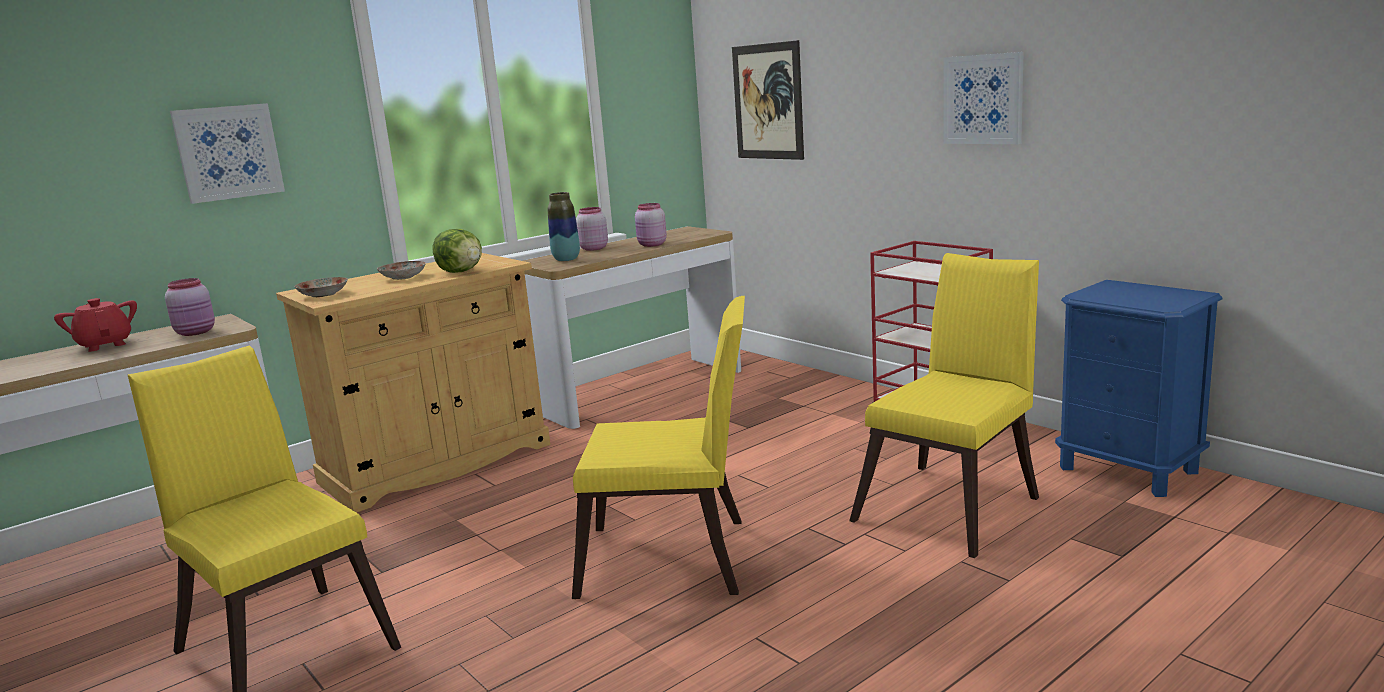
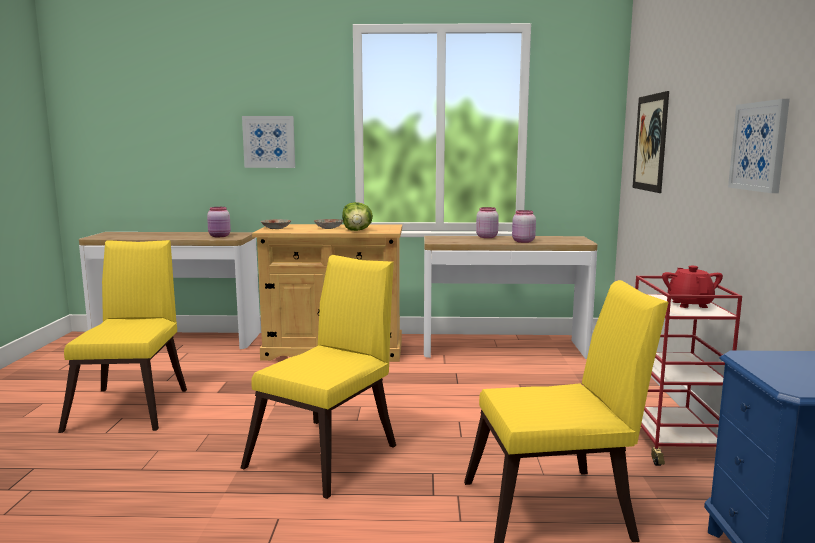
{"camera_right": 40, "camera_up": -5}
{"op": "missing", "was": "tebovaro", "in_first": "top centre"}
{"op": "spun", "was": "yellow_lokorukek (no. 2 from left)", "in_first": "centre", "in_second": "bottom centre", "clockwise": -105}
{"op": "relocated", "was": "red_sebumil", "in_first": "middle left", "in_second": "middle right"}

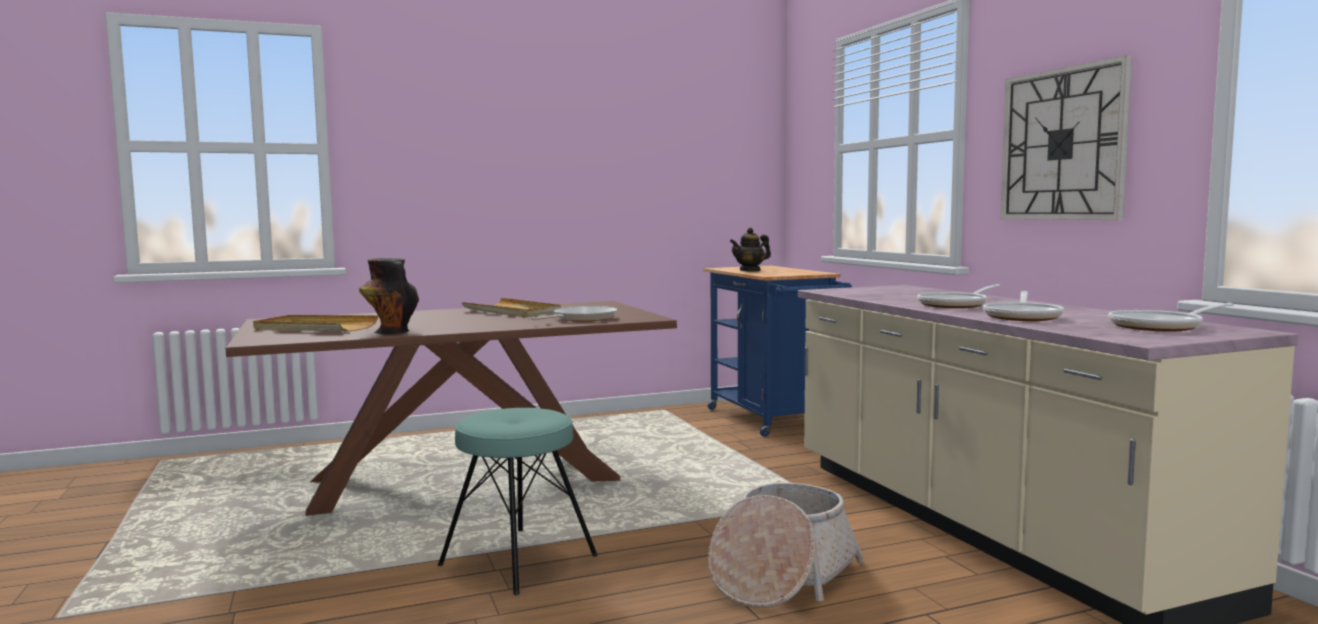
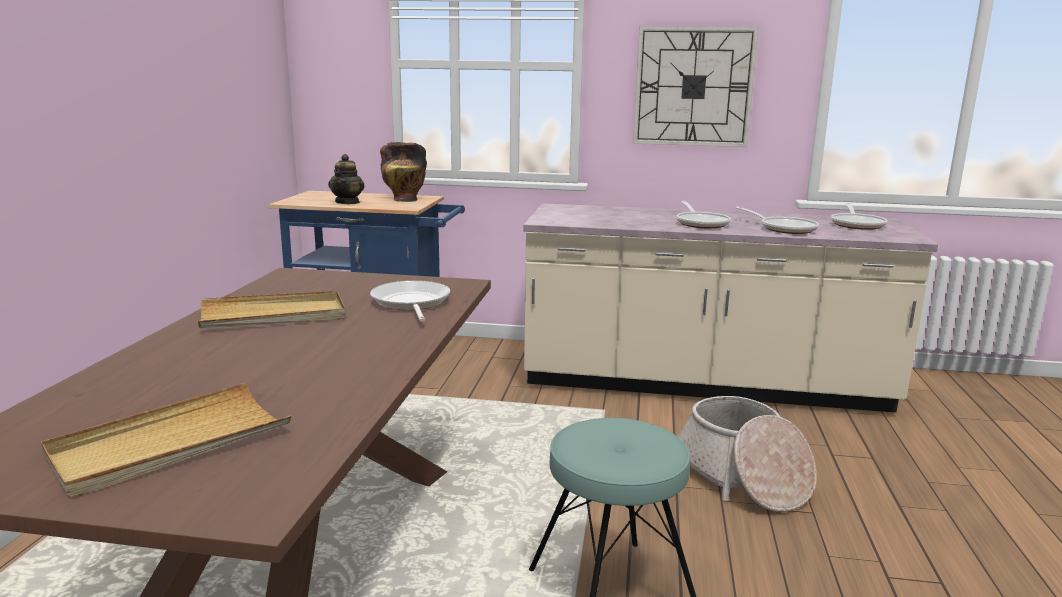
{"camera_right": -60, "camera_up": 10}
{"op": "relocated", "was": "tebovaro", "in_first": "middle left", "in_second": "top centre"}

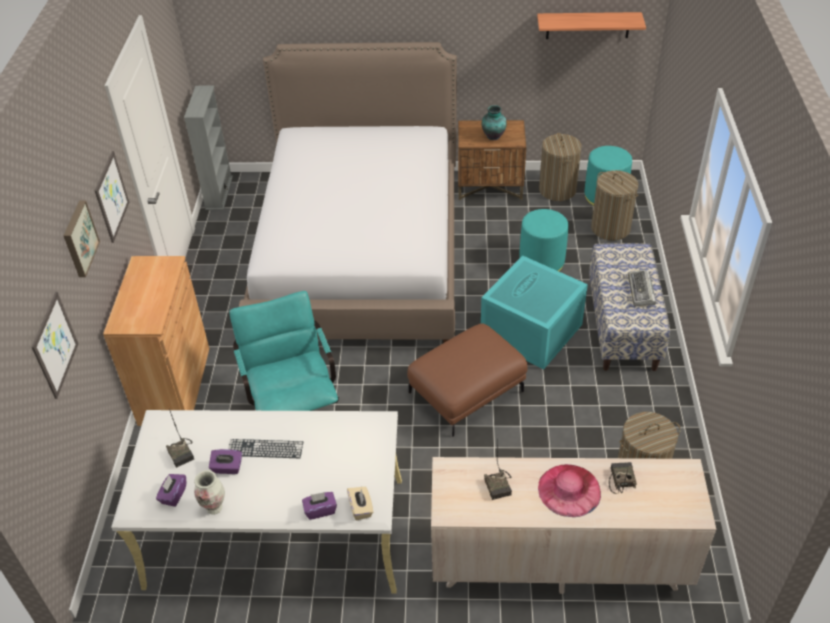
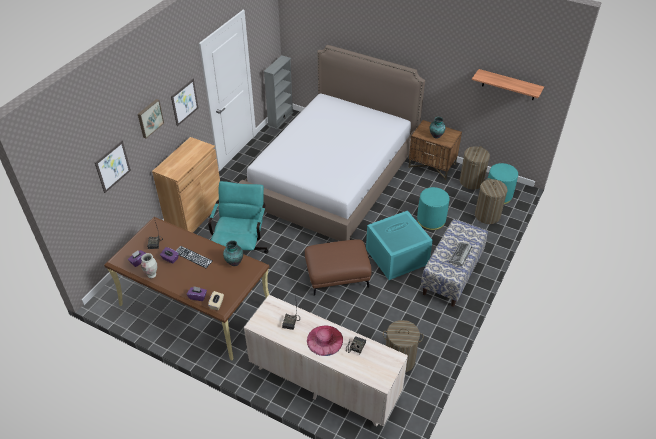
{"camera_right": 25, "camera_up": 0}
{"op": "colour", "was": "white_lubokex", "now": "brown_lubokex", "in_first": "bottom left", "in_second": "middle left"}
{"op": "appeared", "now": "tebovaro (no. 2 from left)", "in_second": "centre"}

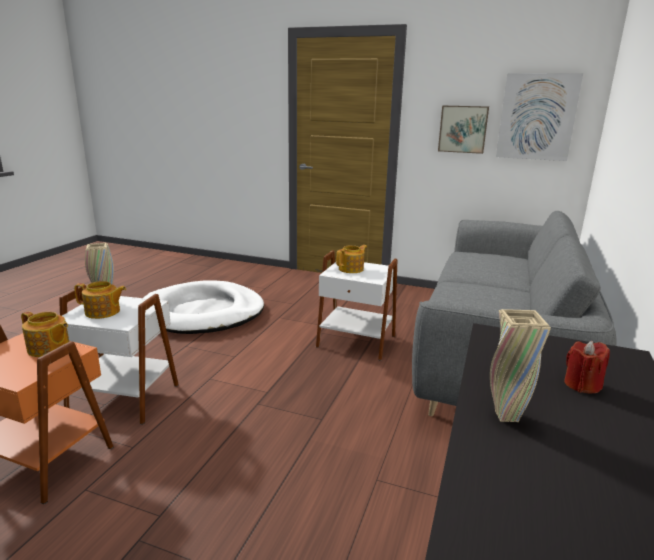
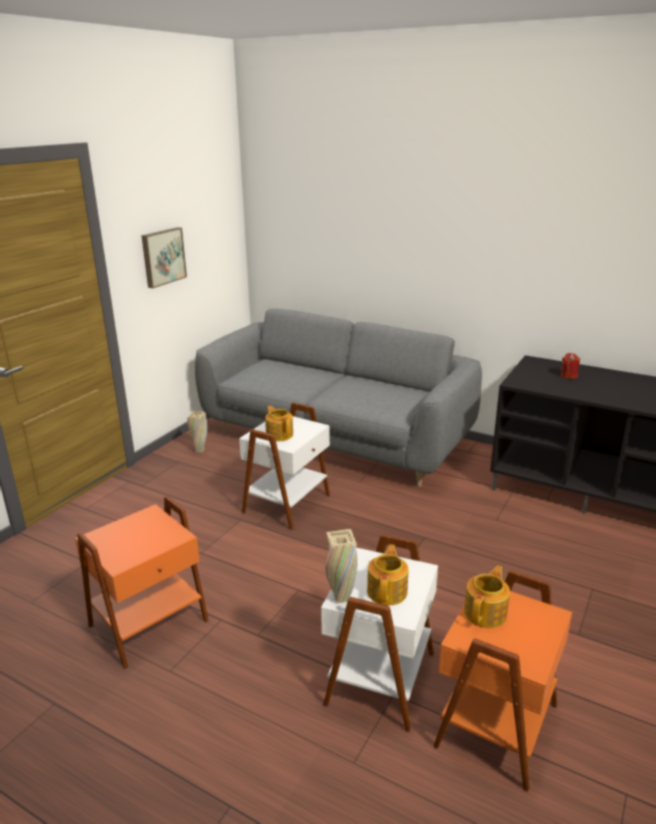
{"camera_right": -80, "camera_up": 5}
{"op": "missing", "was": "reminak (no. 2 from left)", "in_first": "top right"}
{"op": "exchanged", "was": "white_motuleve", "now": "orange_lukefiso (no. 1 from left)", "in_first": "middle left", "in_second": "bottom left"}
{"op": "relocated", "was": "beige_tebovaro (no. 2 from left in the first image)", "now": "beige_tebovaro (no. 1 from left)", "in_first": "middle right", "in_second": "middle left"}

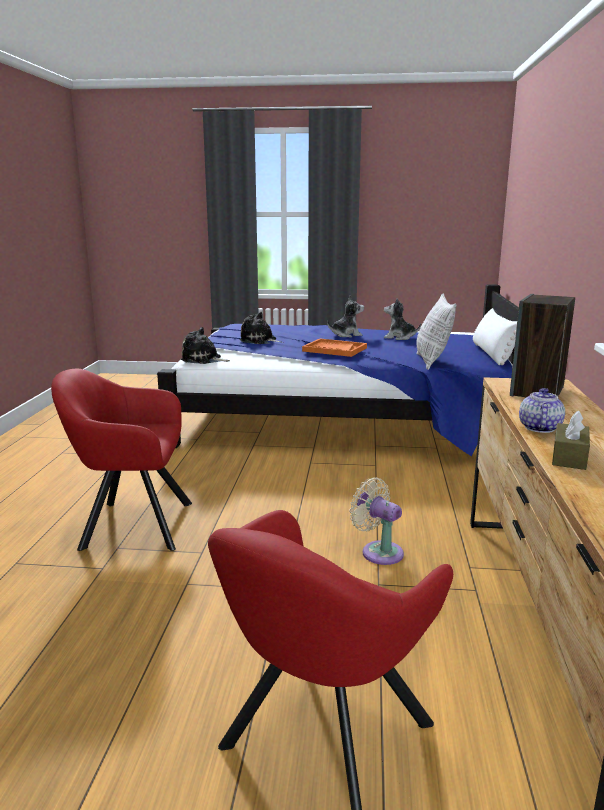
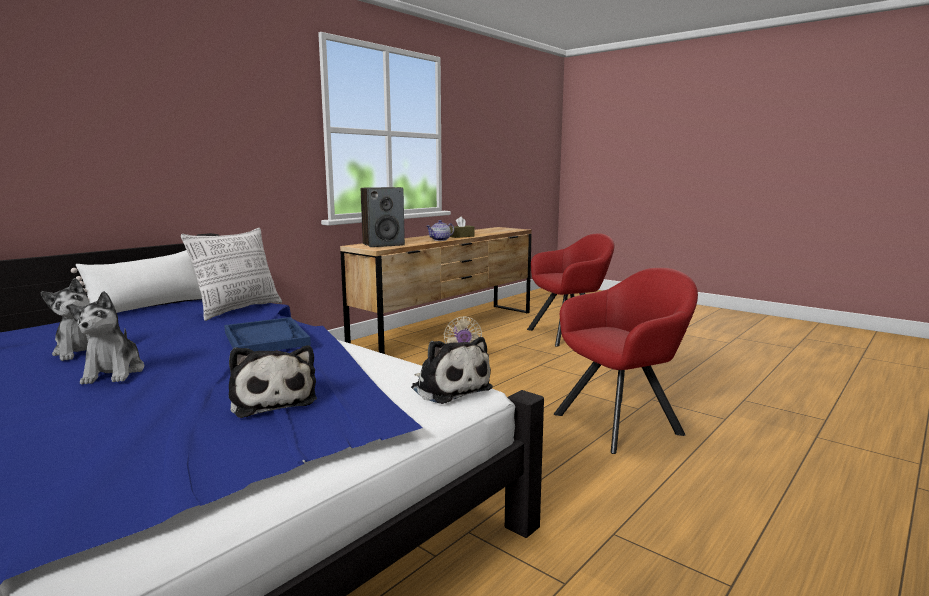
{"camera_right": -145, "camera_up": -5}
{"op": "spun", "was": "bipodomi (no. 3 from left in the first image)", "in_first": "centre", "in_second": "middle left", "clockwise": -120}
{"op": "colour", "was": "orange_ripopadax", "now": "blue_ripopadax", "in_first": "centre", "in_second": "middle left"}
{"op": "spun", "was": "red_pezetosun (no. 1 from left in the first image)", "in_first": "middle left", "in_second": "middle right", "clockwise": -60}

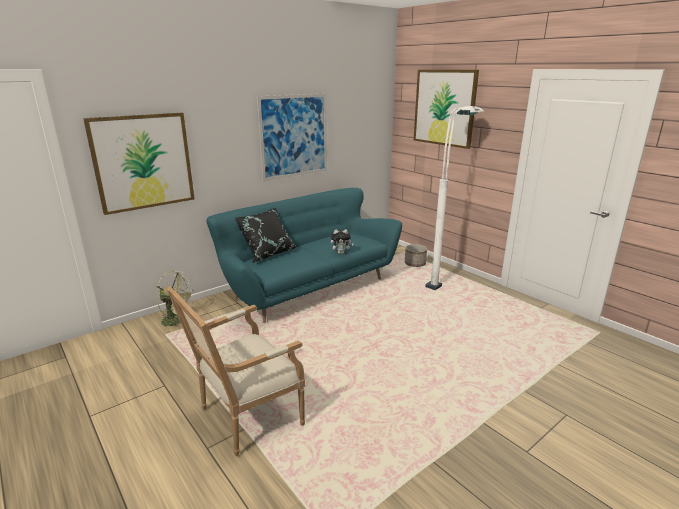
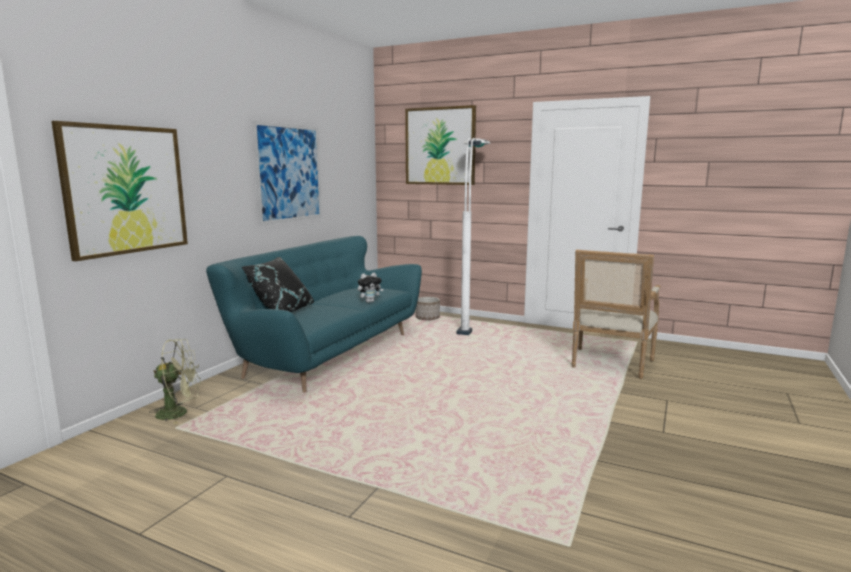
{"camera_right": -25, "camera_up": -10}
{"op": "relocated", "was": "pezetosun", "in_first": "bottom centre", "in_second": "middle right"}

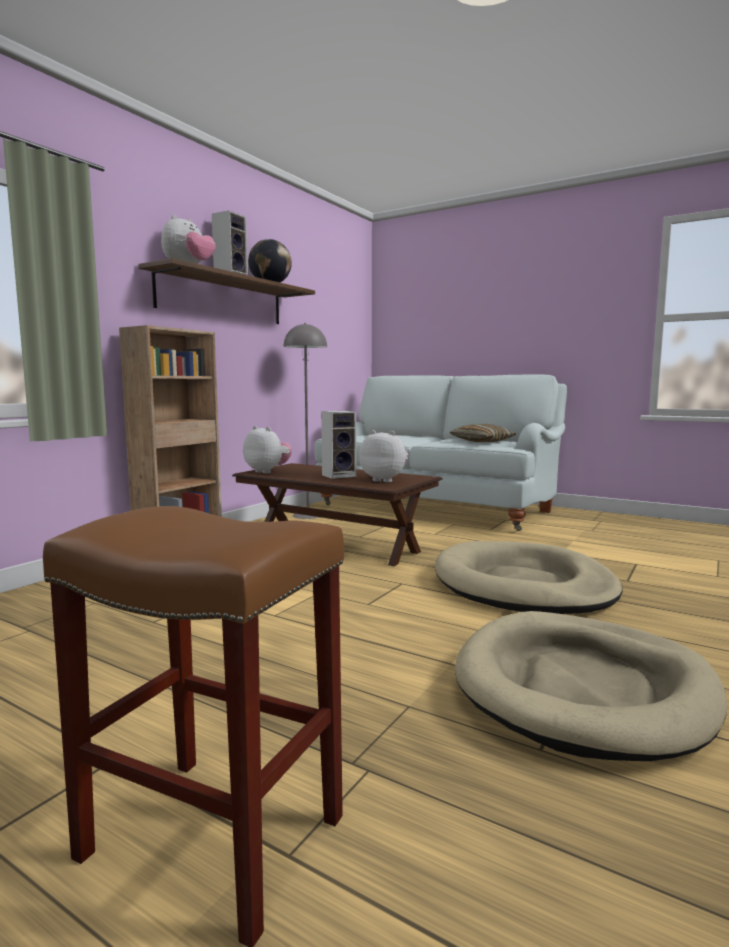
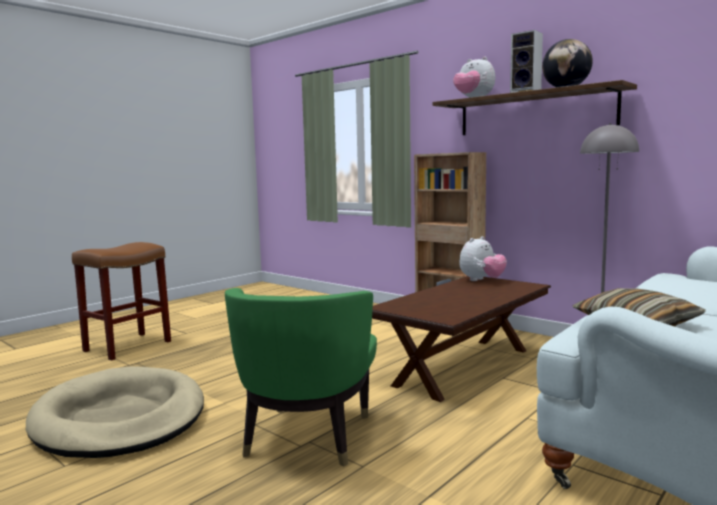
{"camera_right": 100, "camera_up": 0}
{"op": "missing", "was": "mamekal (no. 2 from left)", "in_first": "centre"}
{"op": "missing", "was": "bipodomi (no. 3 from left)", "in_first": "centre"}
{"op": "exchanged", "was": "beige_motuleve (no. 1 from left)", "now": "green_pezetosun", "in_first": "middle right", "in_second": "bottom centre"}

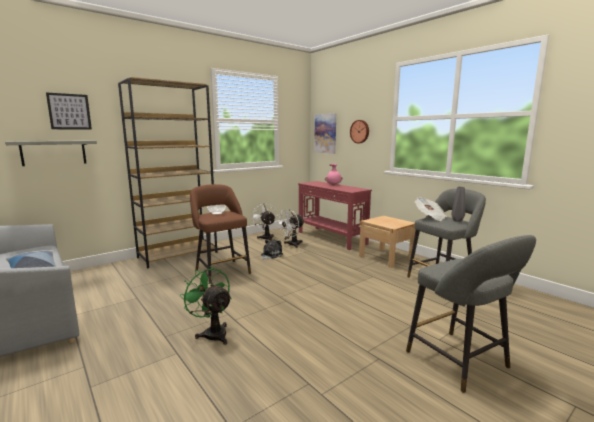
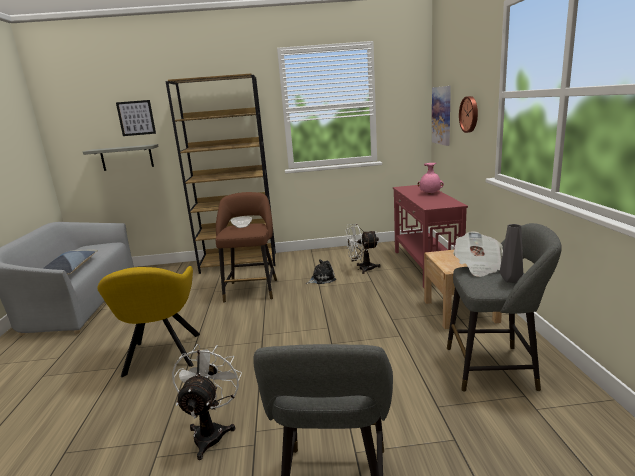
{"camera_right": 35, "camera_up": 5}
{"op": "relocated", "was": "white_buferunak (no. 1 from left)", "in_first": "centre", "in_second": "bottom left"}
{"op": "exchanged", "was": "green_buferunak", "now": "yellow_pezetosun", "in_first": "bottom centre", "in_second": "bottom left"}

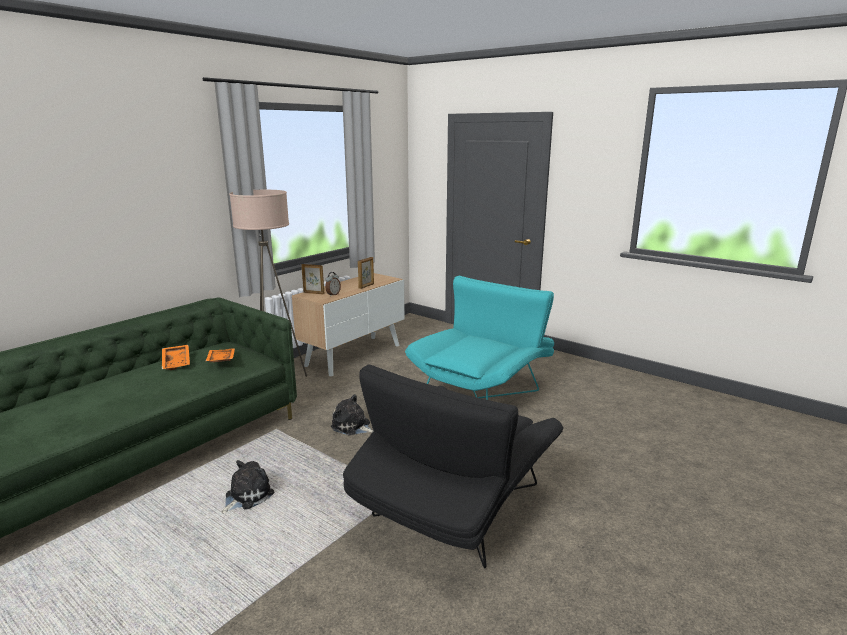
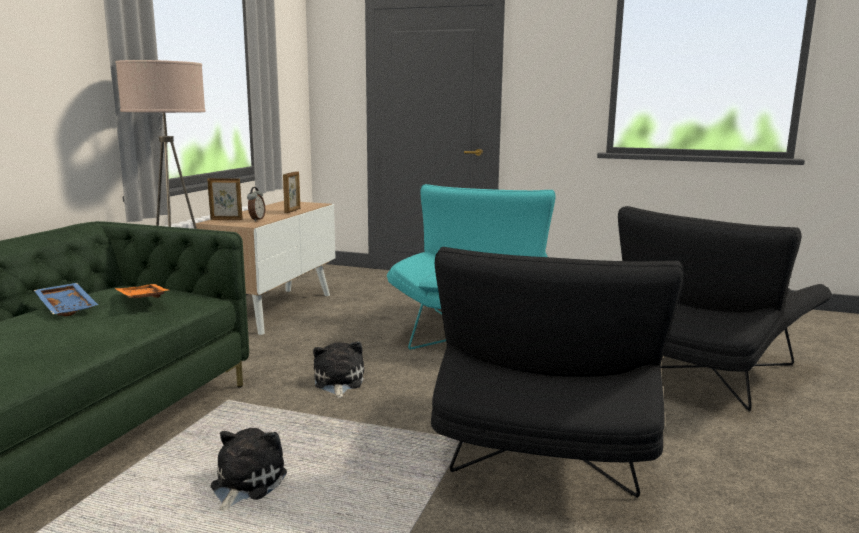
{"camera_right": -20, "camera_up": -5}
{"op": "colour", "was": "orange_ripopadax (no. 1 from left)", "now": "blue_ripopadax", "in_first": "middle left", "in_second": "middle left"}
{"op": "spun", "was": "bipodomi (no. 2 from left)", "in_first": "centre", "in_second": "bottom centre", "clockwise": 75}
{"op": "appeared", "now": "black_pezetosun (no. 2 from left)", "in_second": "middle right"}

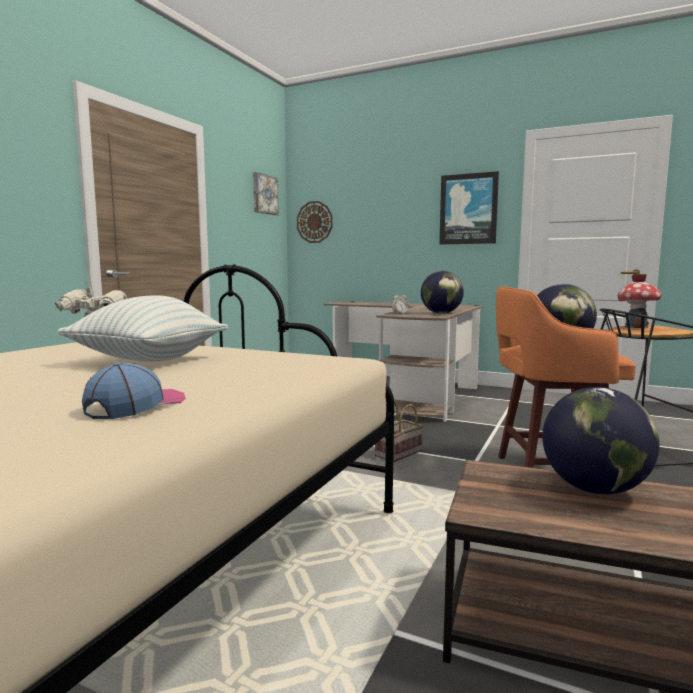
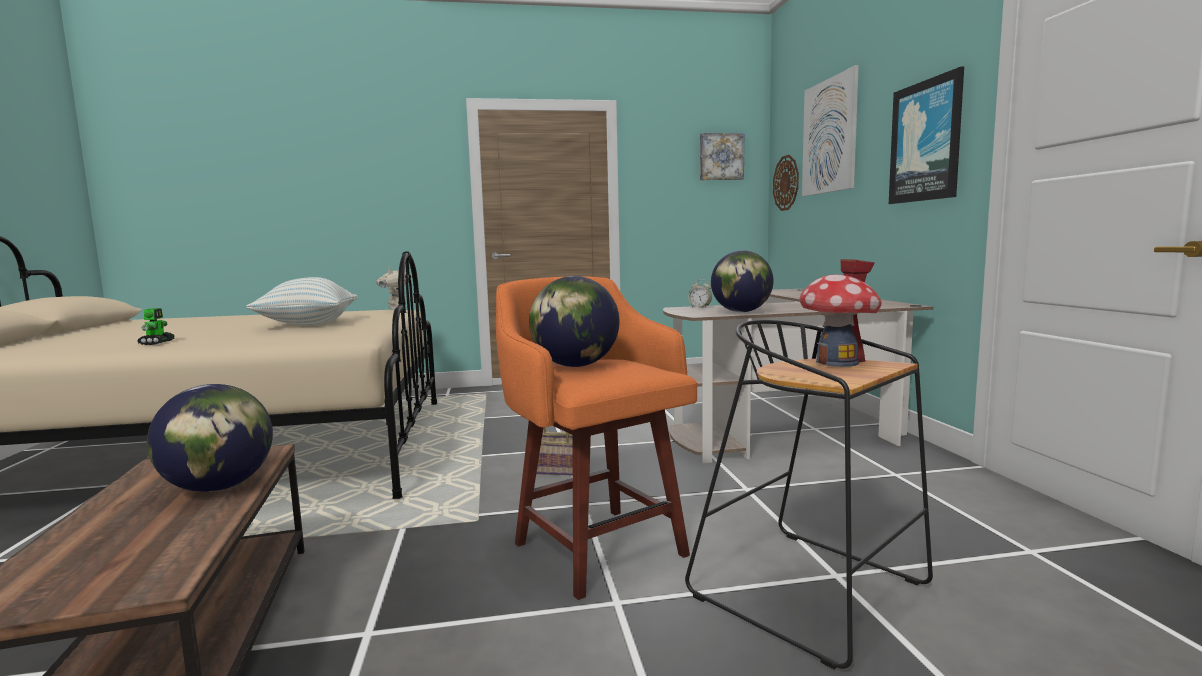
{"camera_right": 55, "camera_up": 0}
{"op": "exchanged", "was": "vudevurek", "now": "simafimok (no. 1 from left)", "in_first": "middle left", "in_second": "middle left"}
{"op": "appeared", "now": "reminak (no. 2 from left)", "in_second": "top right"}

